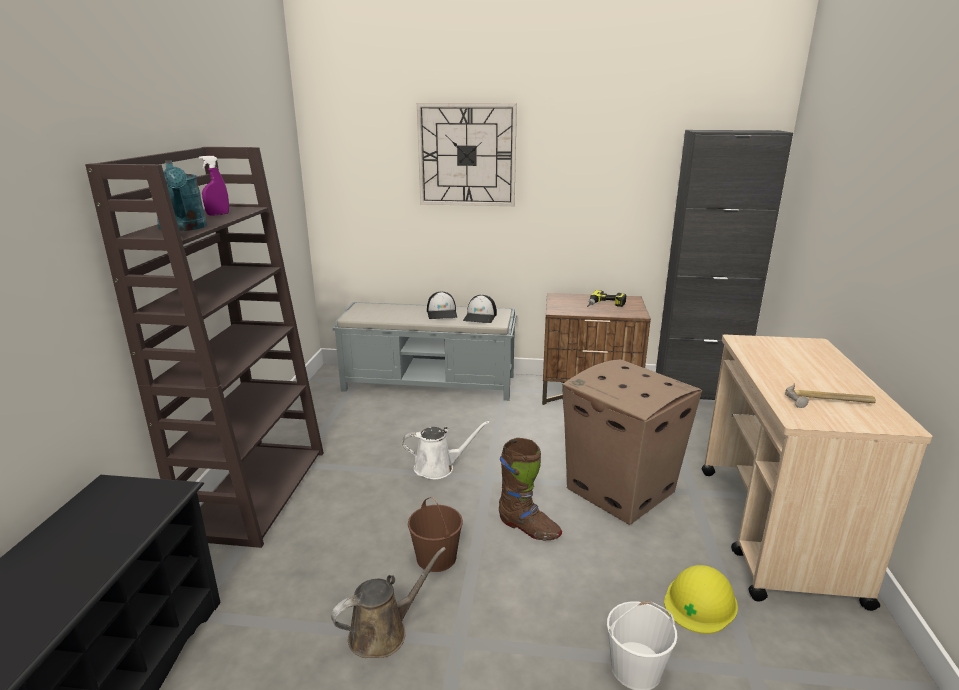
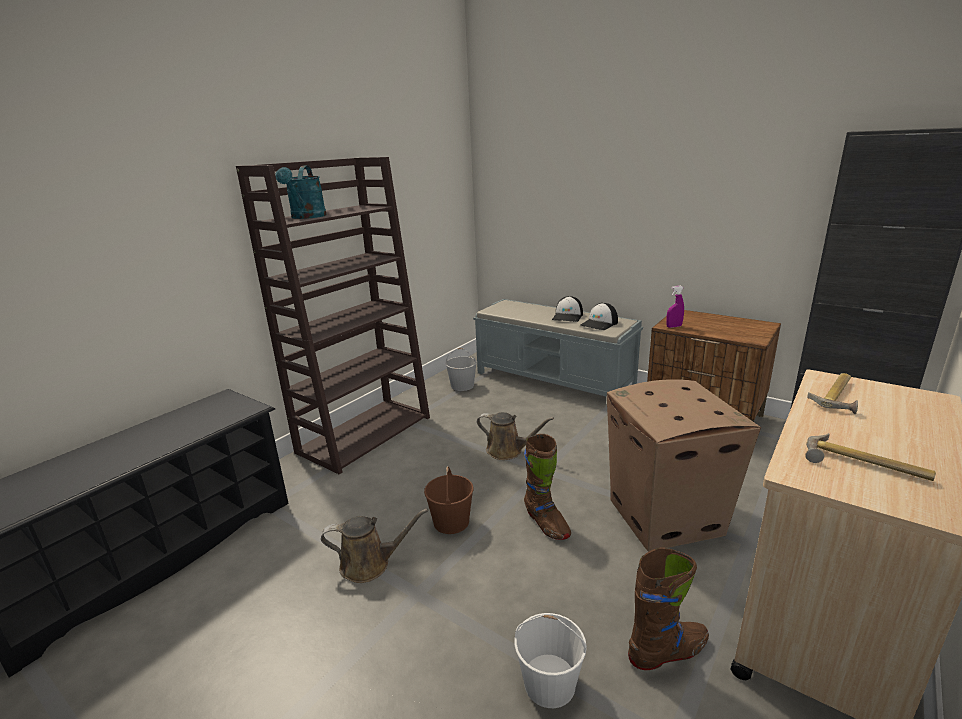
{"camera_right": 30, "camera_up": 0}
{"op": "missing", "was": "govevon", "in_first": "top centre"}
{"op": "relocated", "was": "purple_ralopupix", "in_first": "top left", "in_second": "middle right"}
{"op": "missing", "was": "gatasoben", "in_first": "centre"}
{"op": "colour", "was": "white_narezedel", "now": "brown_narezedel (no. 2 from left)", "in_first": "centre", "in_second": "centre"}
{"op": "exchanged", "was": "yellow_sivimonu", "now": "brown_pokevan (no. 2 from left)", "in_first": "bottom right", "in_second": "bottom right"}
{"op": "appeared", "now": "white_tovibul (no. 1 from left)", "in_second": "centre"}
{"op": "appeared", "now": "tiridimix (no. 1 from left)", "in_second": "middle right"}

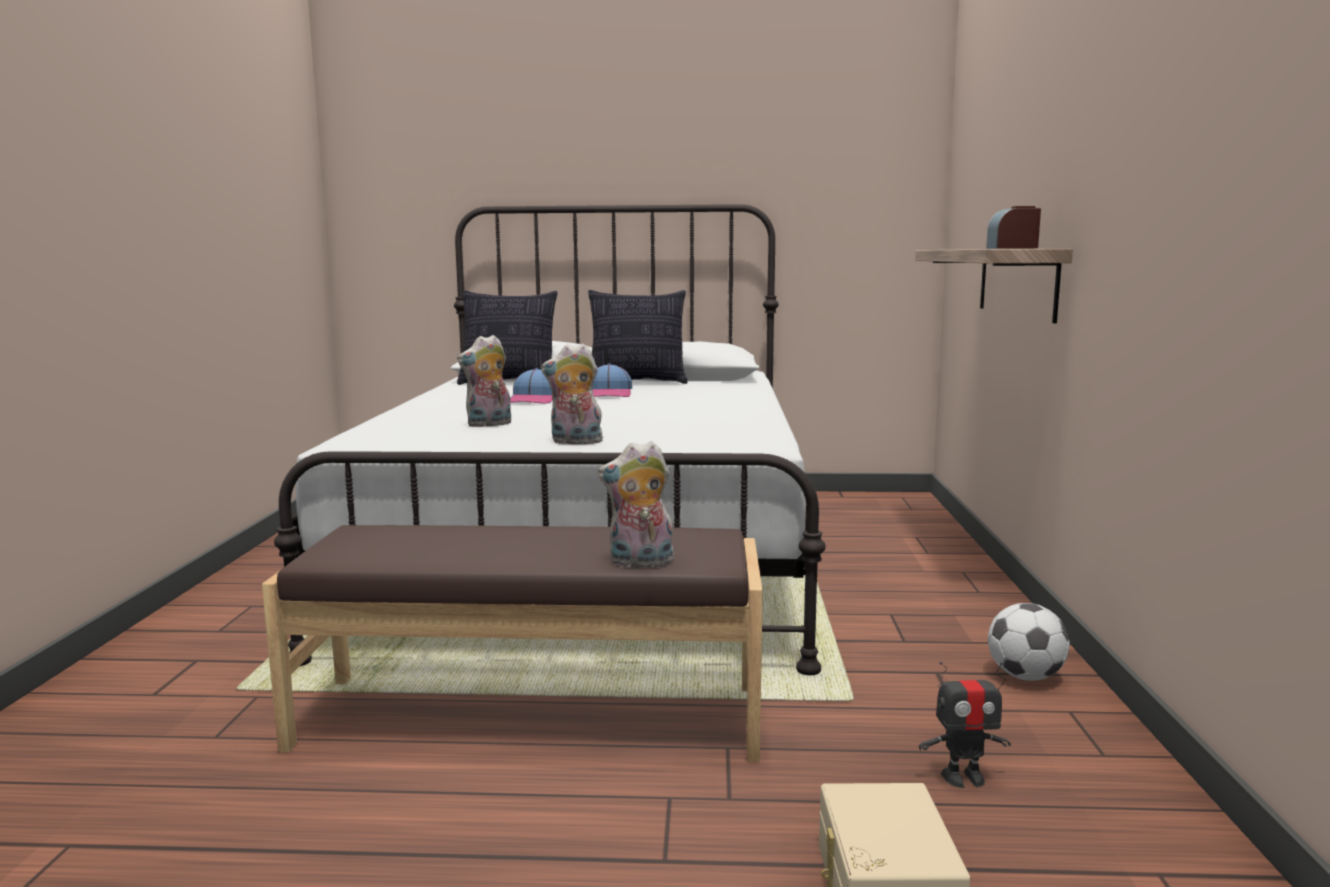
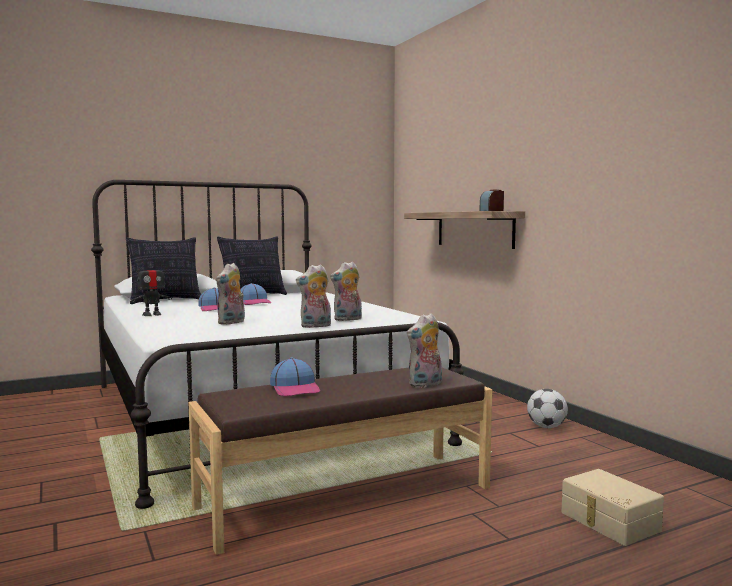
{"camera_right": -30, "camera_up": -5}
{"op": "relocated", "was": "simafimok", "in_first": "bottom right", "in_second": "middle left"}
{"op": "appeared", "now": "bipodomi (no. 3 from left)", "in_second": "centre"}
{"op": "appeared", "now": "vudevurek (no. 3 from left)", "in_second": "centre"}

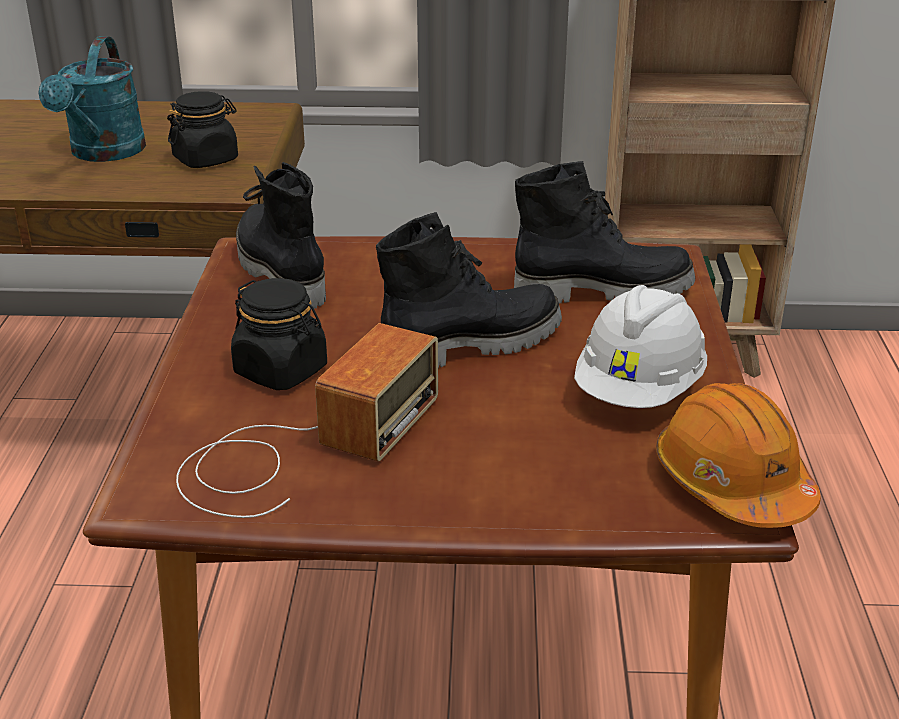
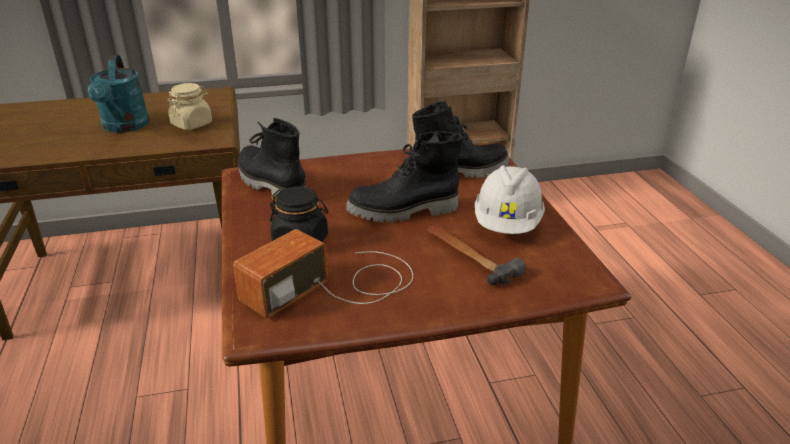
{"camera_right": -15, "camera_up": 0}
{"op": "colour", "was": "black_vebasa (no. 1 from left)", "now": "beige_vebasa", "in_first": "top left", "in_second": "top left"}
{"op": "spun", "was": "black_pokevan (no. 2 from left)", "in_first": "centre", "in_second": "centre", "clockwise": -150}
{"op": "spun", "was": "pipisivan", "in_first": "centre", "in_second": "centre", "clockwise": -150}
{"op": "missing", "was": "orange_sivimonu", "in_first": "middle right"}
{"op": "appeared", "now": "tiridimix", "in_second": "centre"}

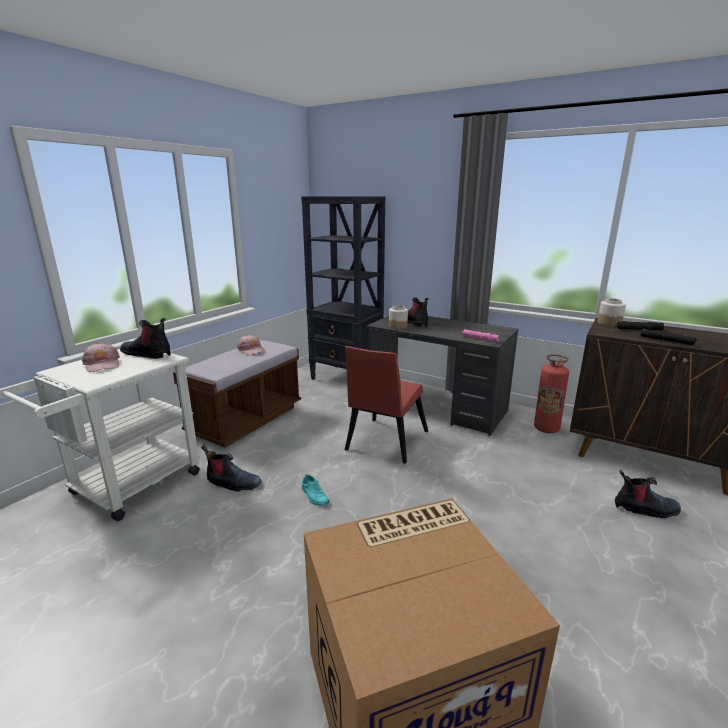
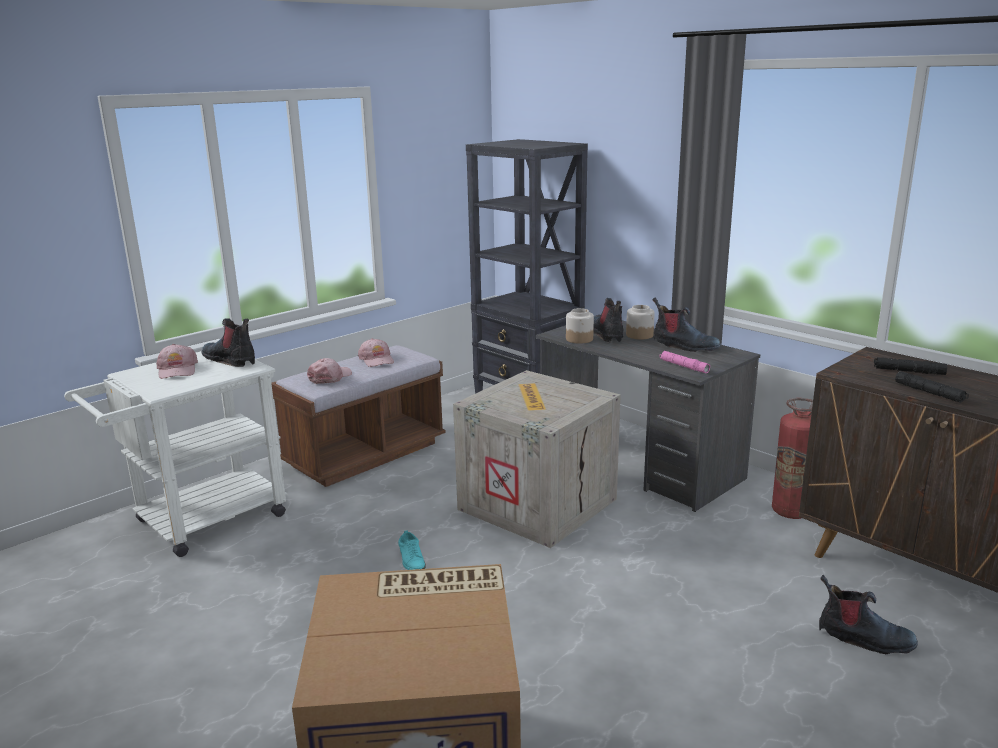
{"camera_right": 15, "camera_up": 0}
{"op": "relocated", "was": "vebasa (no. 2 from left)", "in_first": "middle right", "in_second": "centre"}
{"op": "exchanged", "was": "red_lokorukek", "now": "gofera", "in_first": "centre", "in_second": "centre"}
{"op": "relocated", "was": "pokevan (no. 2 from left in the first image)", "now": "pokevan (no. 3 from left)", "in_first": "middle left", "in_second": "middle right"}
{"op": "appeared", "now": "pink_vudevurek (no. 2 from left)", "in_second": "middle left"}

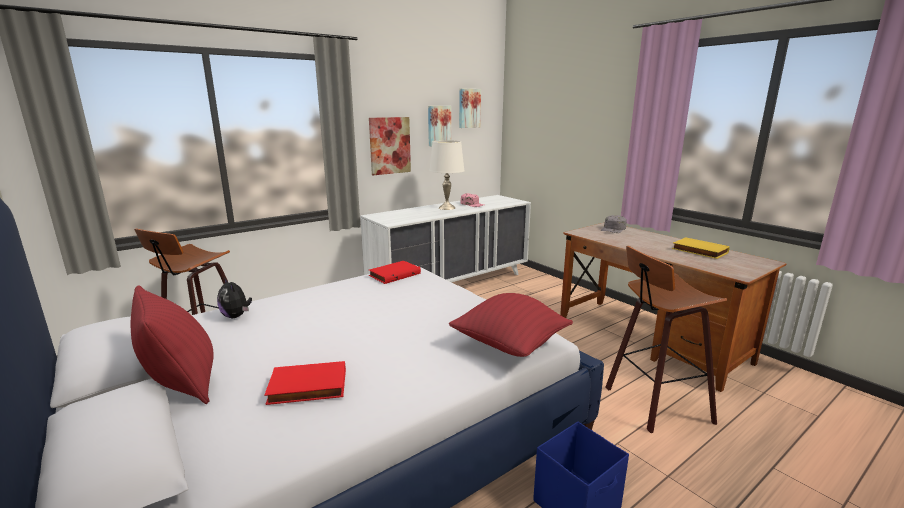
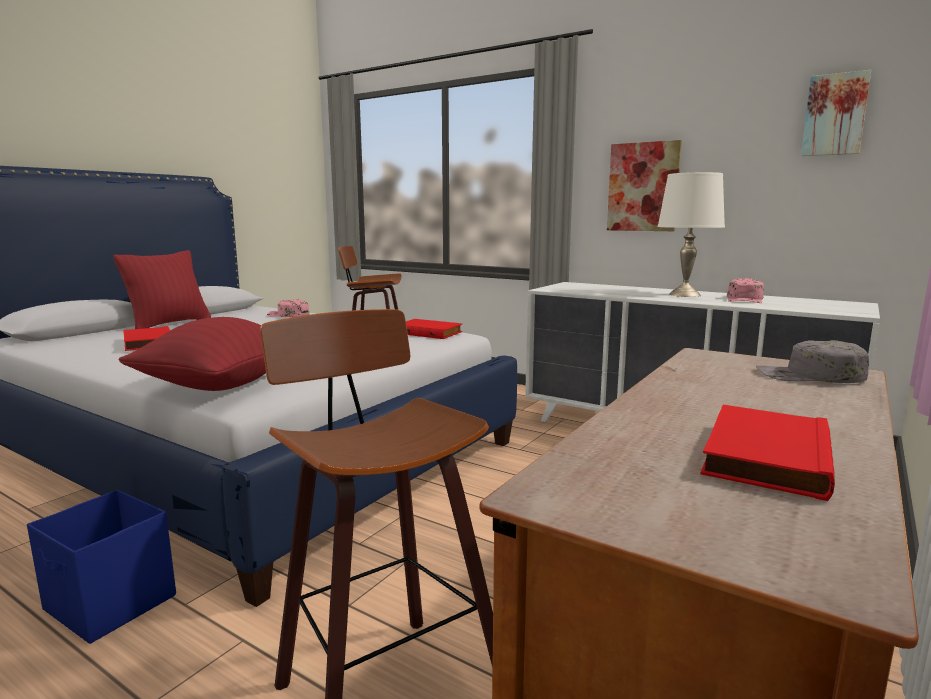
{"camera_right": 70, "camera_up": -5}
{"op": "missing", "was": "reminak (no. 2 from left)", "in_first": "top centre"}
{"op": "colour", "was": "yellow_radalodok", "now": "red_radalodok (no. 3 from left)", "in_first": "middle right", "in_second": "middle right"}
{"op": "exchanged", "was": "bipodomi", "now": "pink_vudevurek (no. 1 from left)", "in_first": "middle left", "in_second": "middle left"}

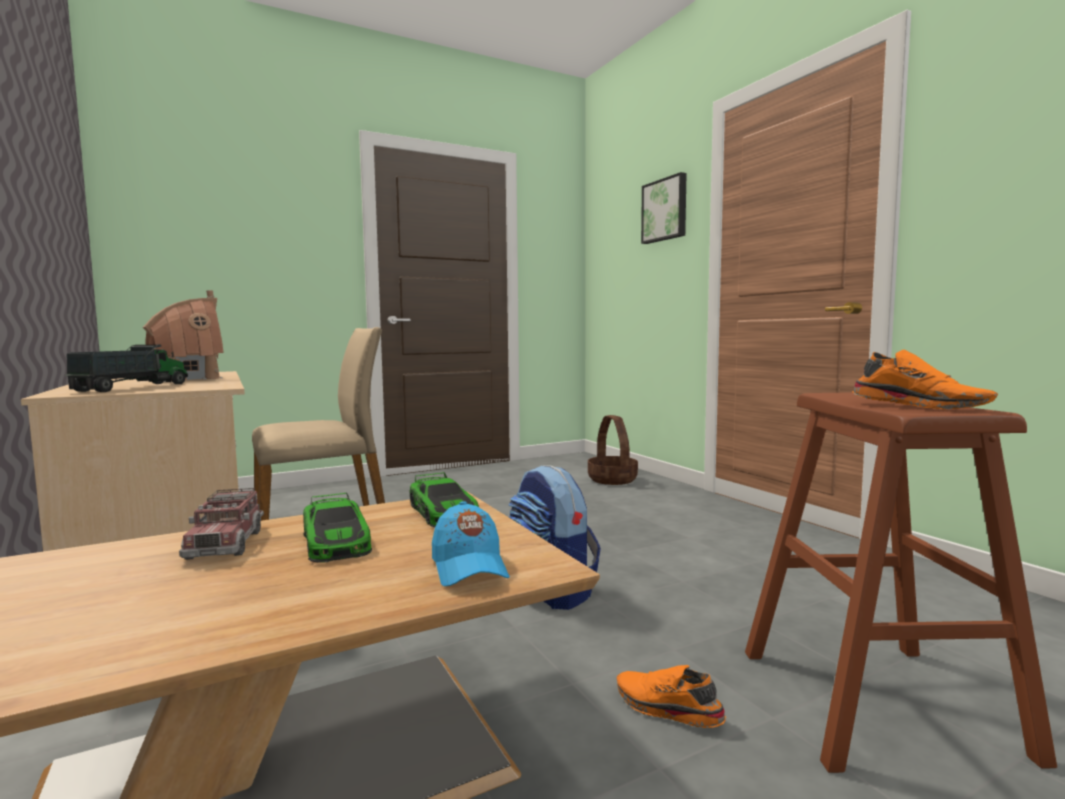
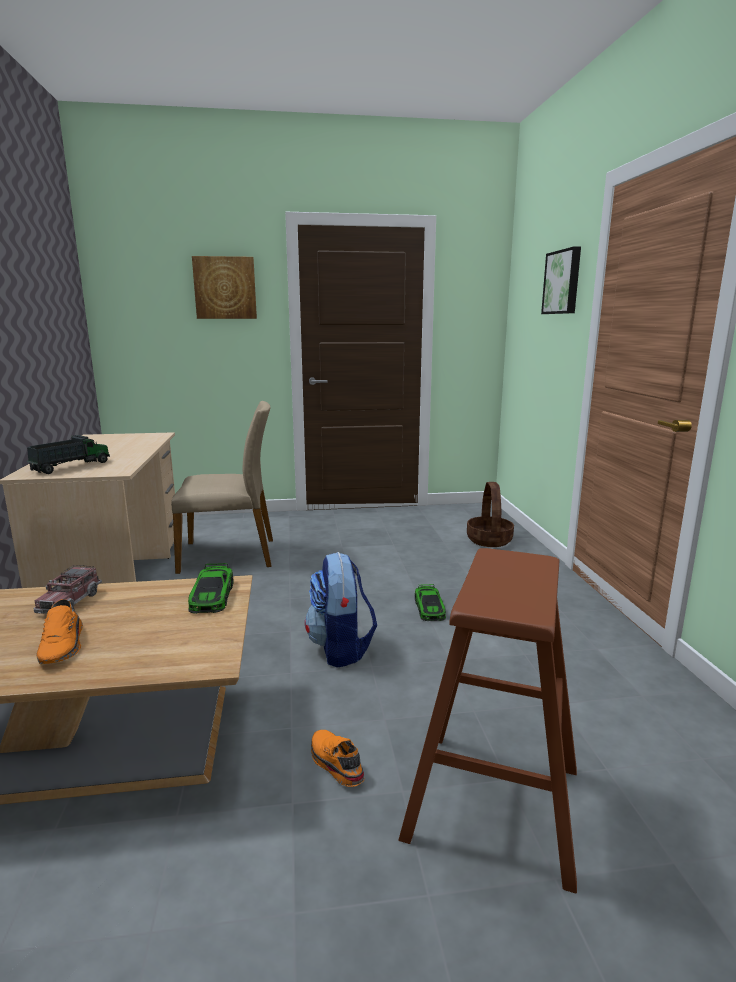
{"camera_right": 20, "camera_up": 10}
{"op": "missing", "was": "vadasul", "in_first": "middle left"}
{"op": "relocated", "was": "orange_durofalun (no. 2 from left in the first image)", "now": "orange_durofalun (no. 1 from left)", "in_first": "middle right", "in_second": "middle left"}
{"op": "relocated", "was": "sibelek (no. 1 from left in the first image)", "now": "sibelek (no. 2 from left)", "in_first": "middle left", "in_second": "centre"}
{"op": "missing", "was": "blue_vudevurek", "in_first": "bottom centre"}
{"op": "appeared", "now": "reminak (no. 1 from left)", "in_second": "top left"}

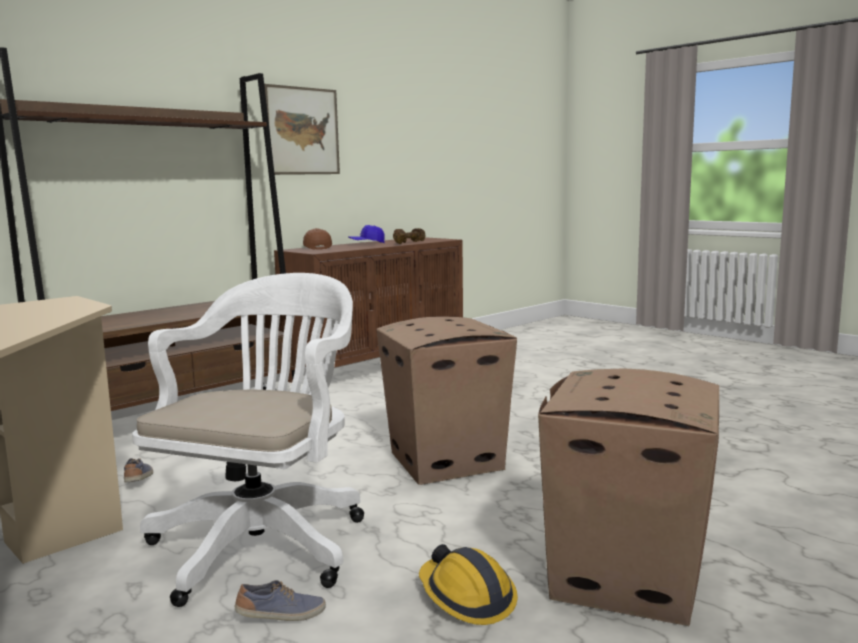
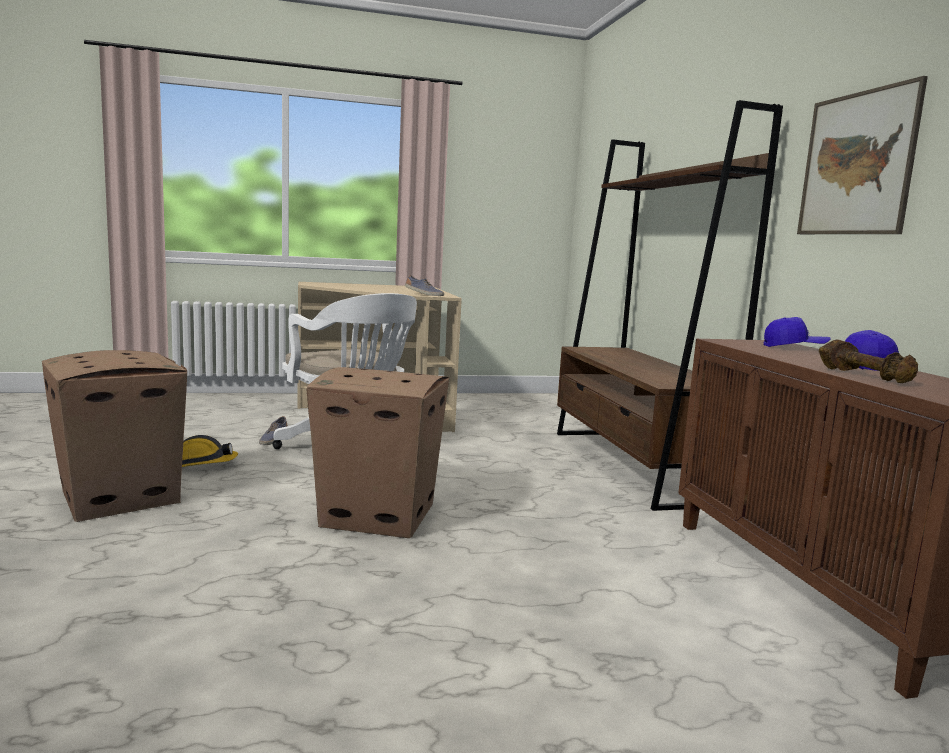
{"camera_right": 120, "camera_up": 0}
{"op": "colour", "was": "brown_vudevurek", "now": "blue_vudevurek (no. 1 from left)", "in_first": "centre", "in_second": "middle right"}
{"op": "relocated", "was": "durofalun (no. 1 from left in the first image)", "now": "durofalun (no. 2 from left)", "in_first": "bottom left", "in_second": "centre"}

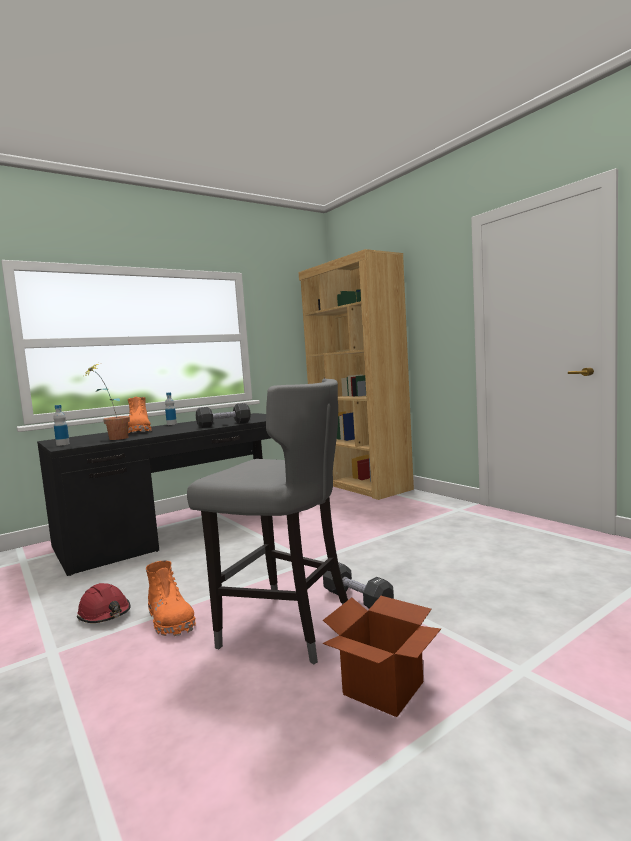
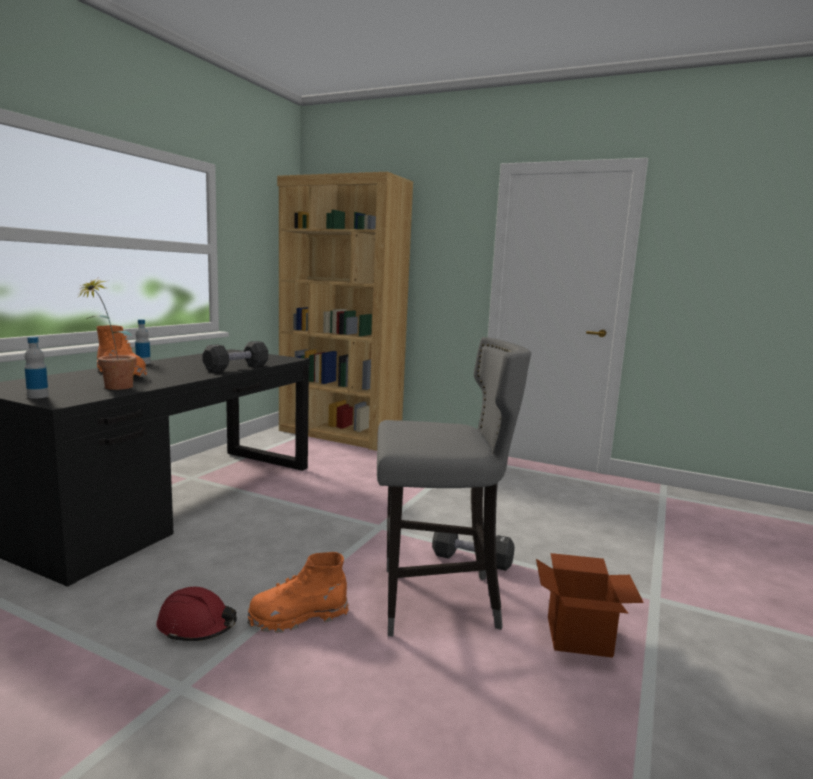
{"camera_right": -30, "camera_up": 5}
{"op": "spun", "was": "orange_pokevan (no. 2 from left)", "in_first": "bottom left", "in_second": "bottom centre", "clockwise": 135}

